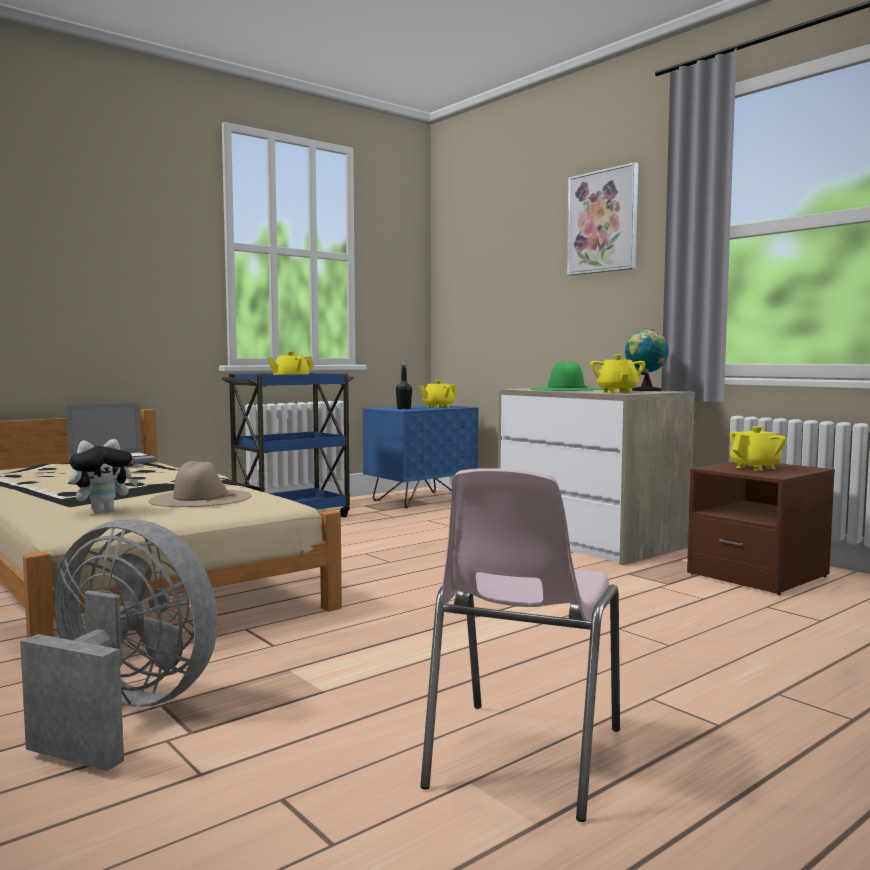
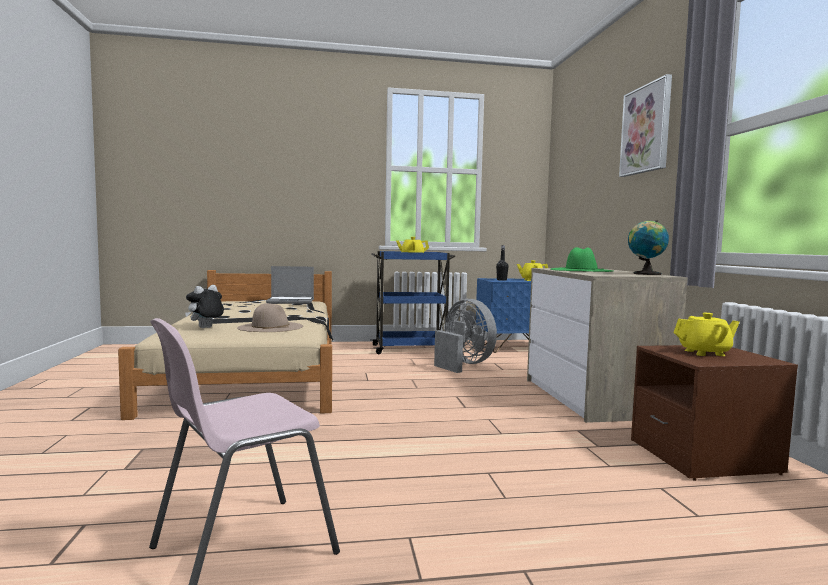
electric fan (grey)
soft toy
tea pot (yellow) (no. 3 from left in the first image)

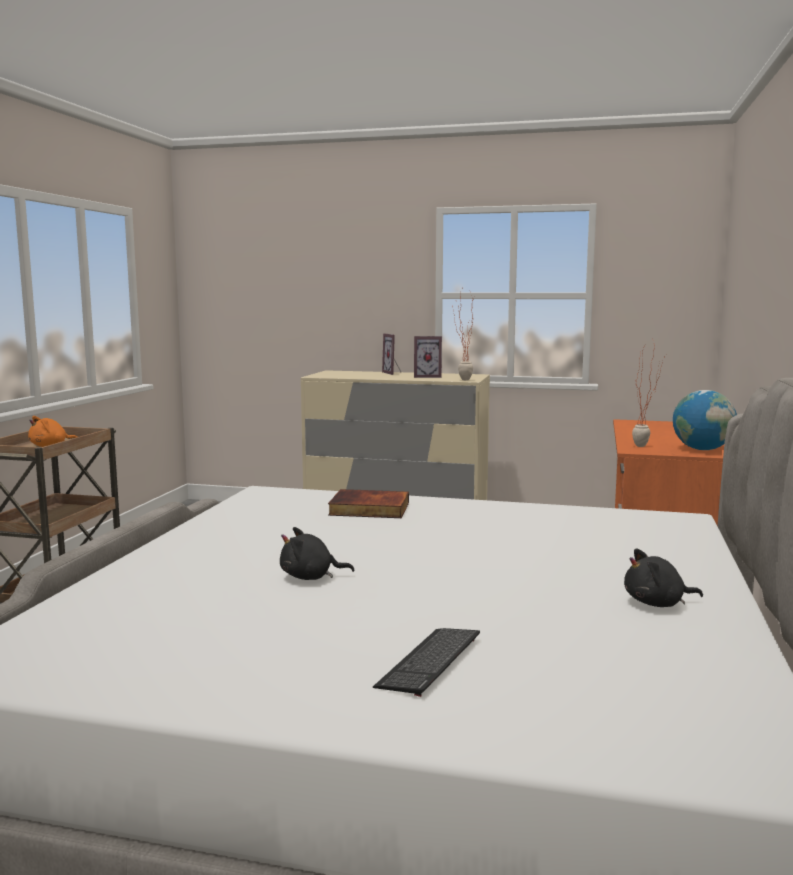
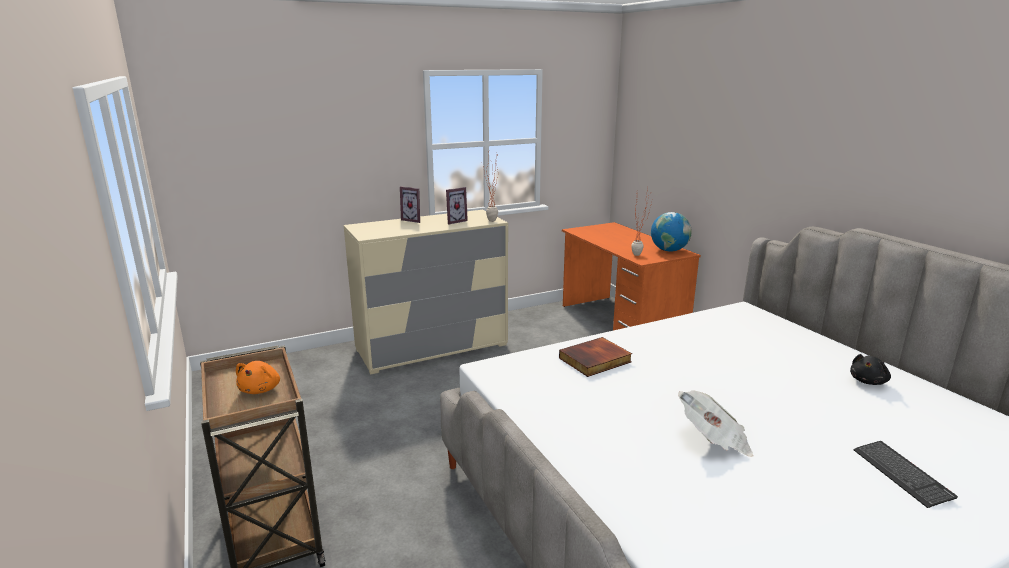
newspaper

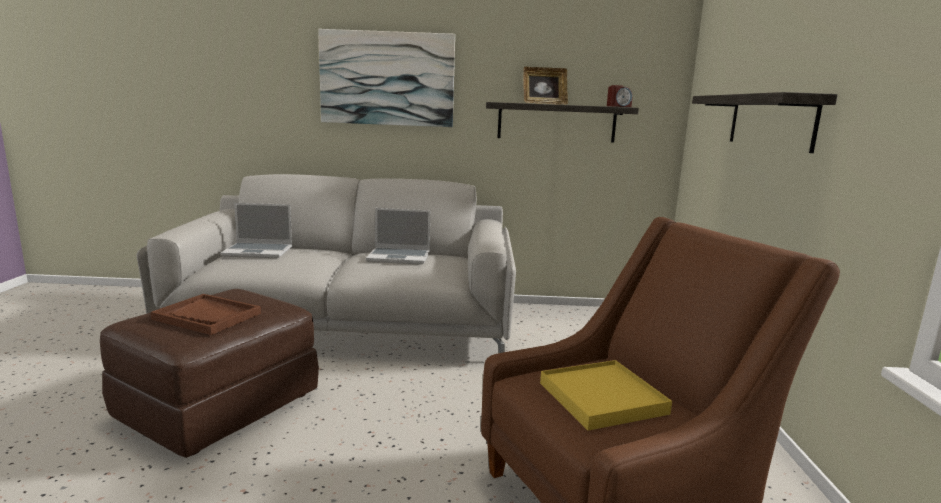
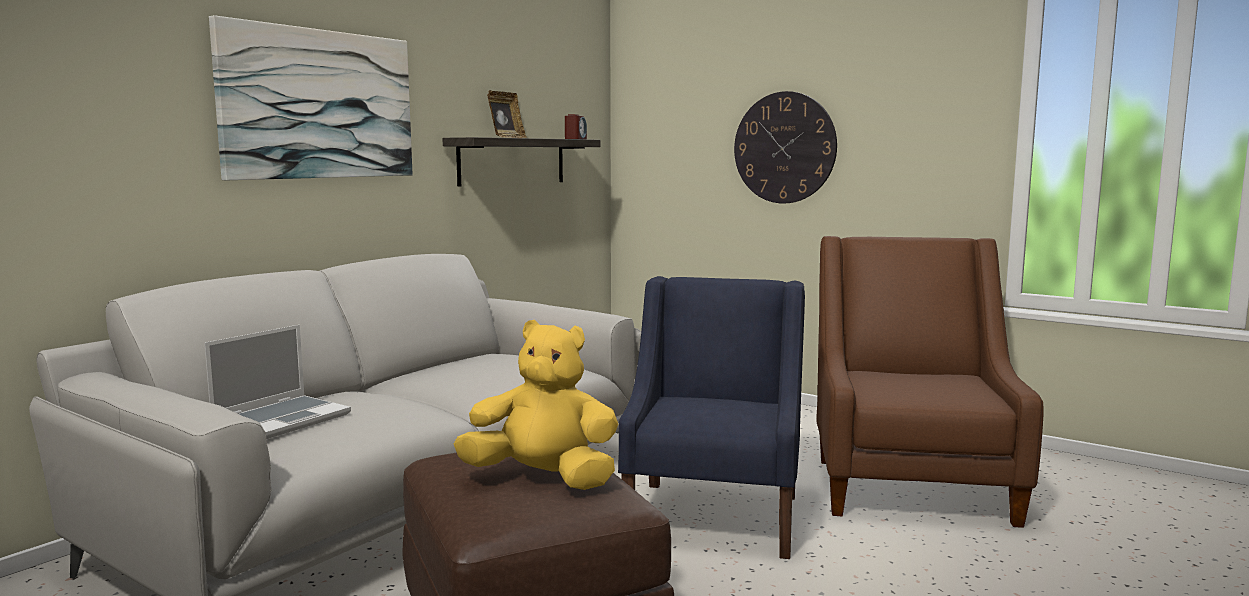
soft toy (yellow)
notebook computer (no. 2 from left in the first image)
serving tray (yellow)
hanging clock
armchair (blue)

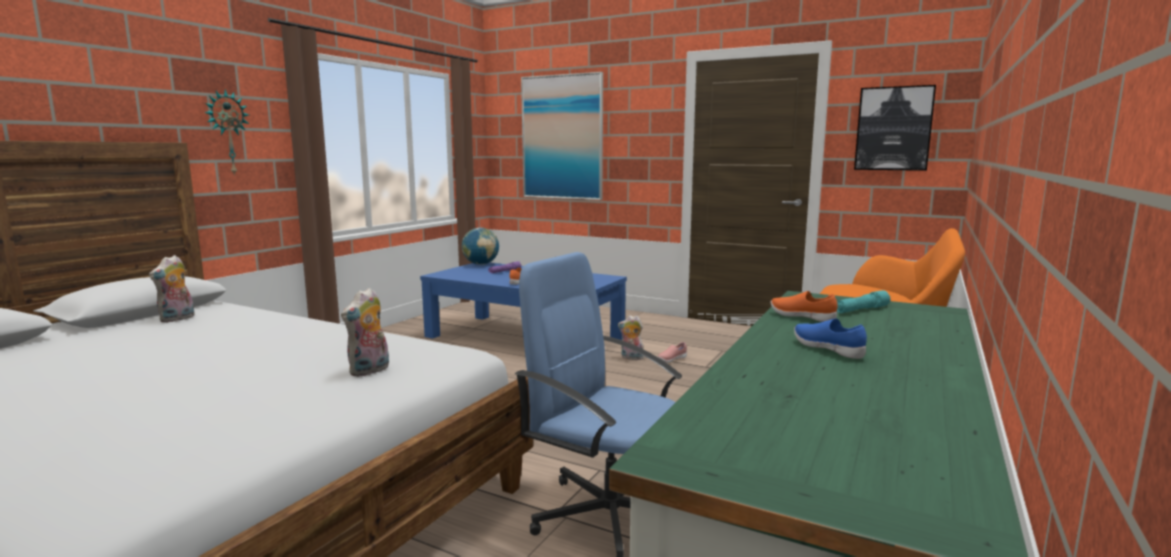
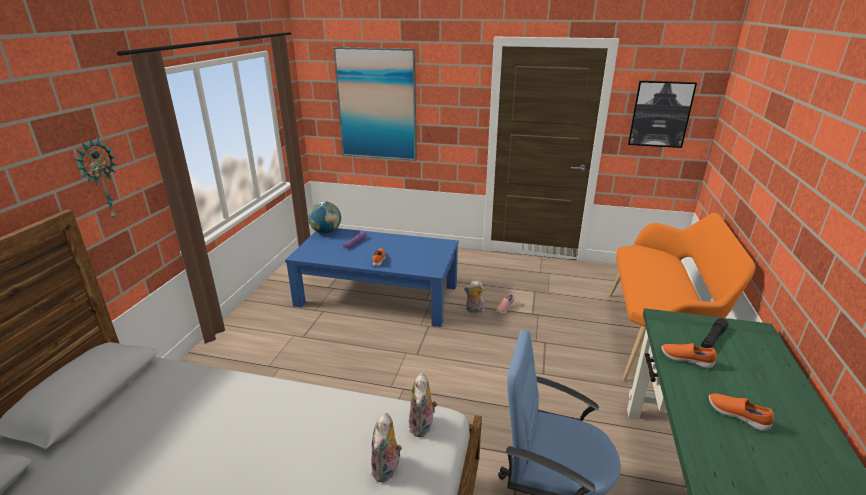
soft toy (no. 2 from left)
low shoe (orange) (no. 3 from left)
torch (black)

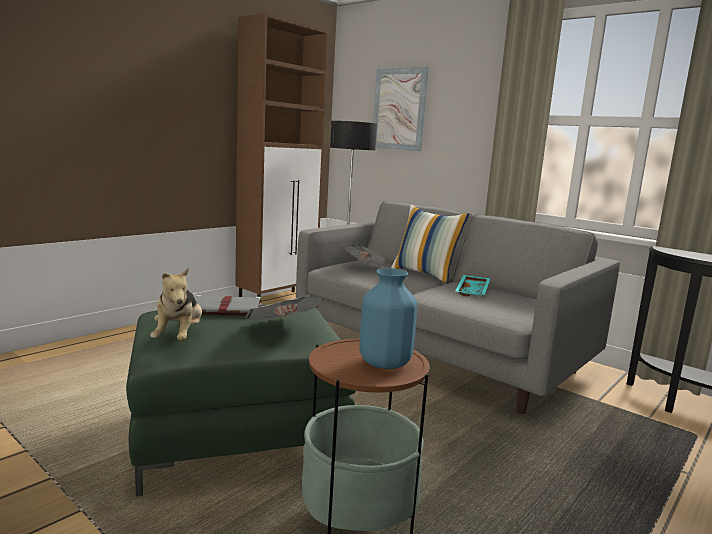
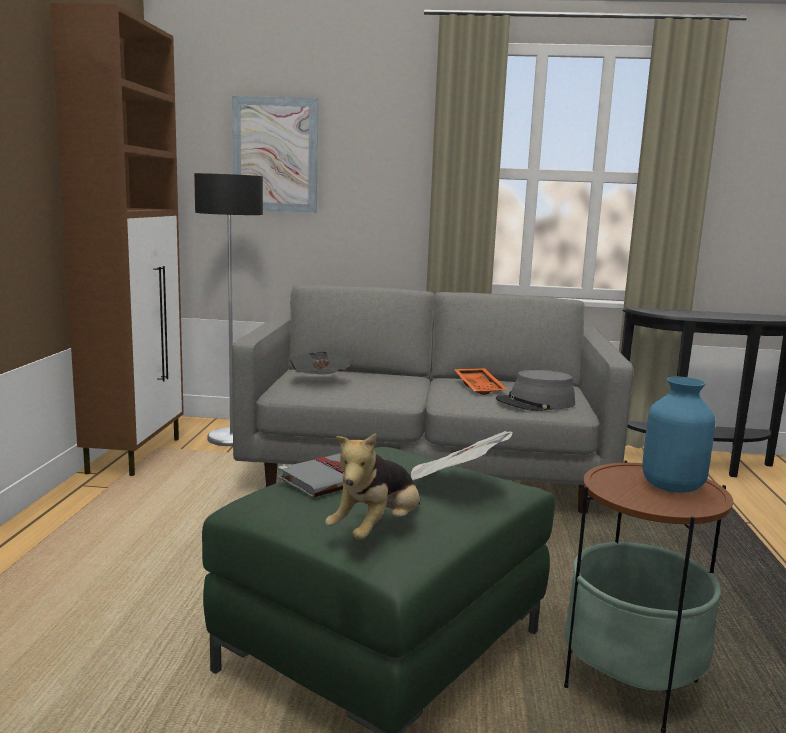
soft toy
throw pillow
serving tray (orange)
wearable hat (grey)

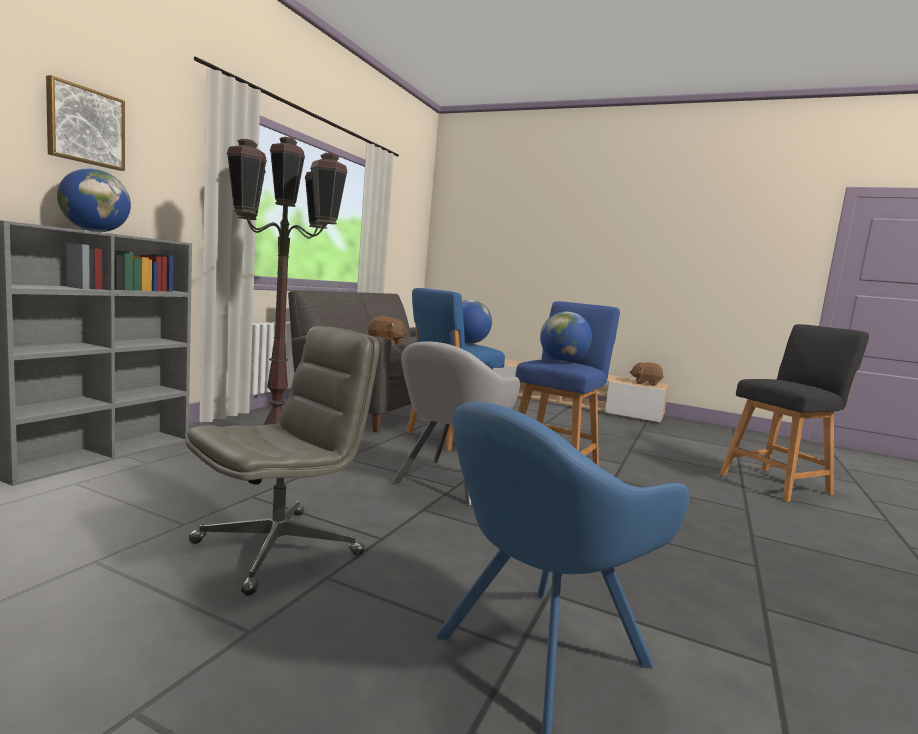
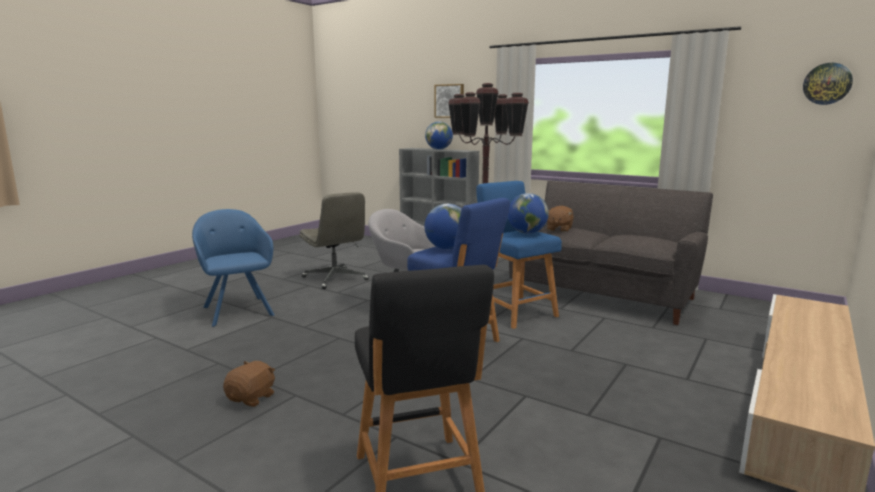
soft toy (brownish) (no. 1 from left)
hanging clock

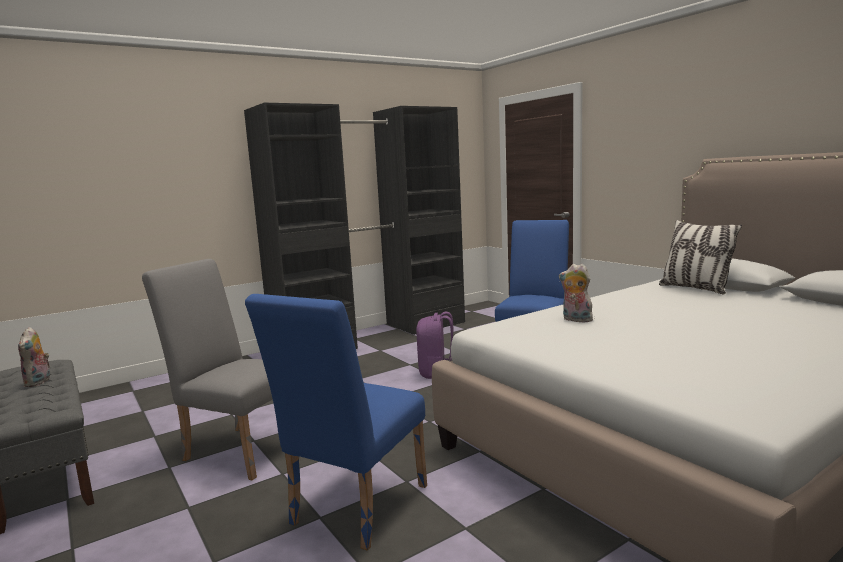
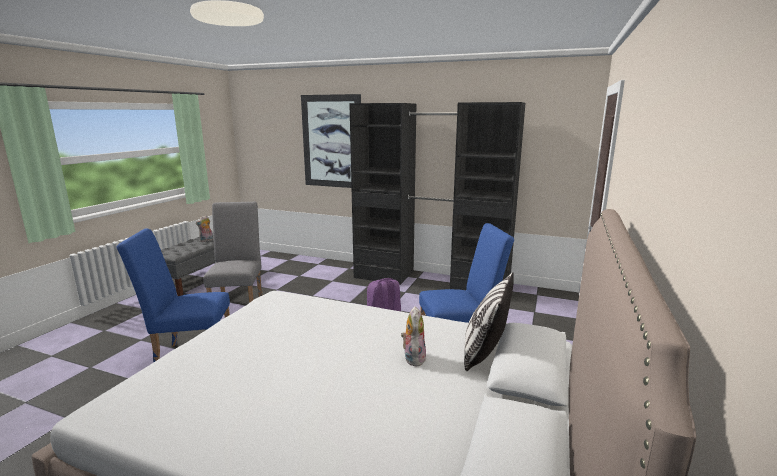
soft toy (no. 2 from left)
wall art

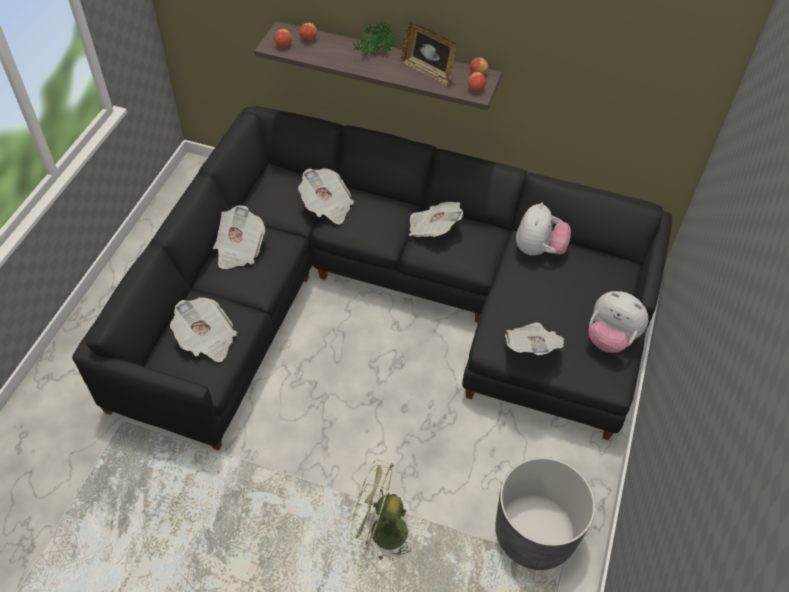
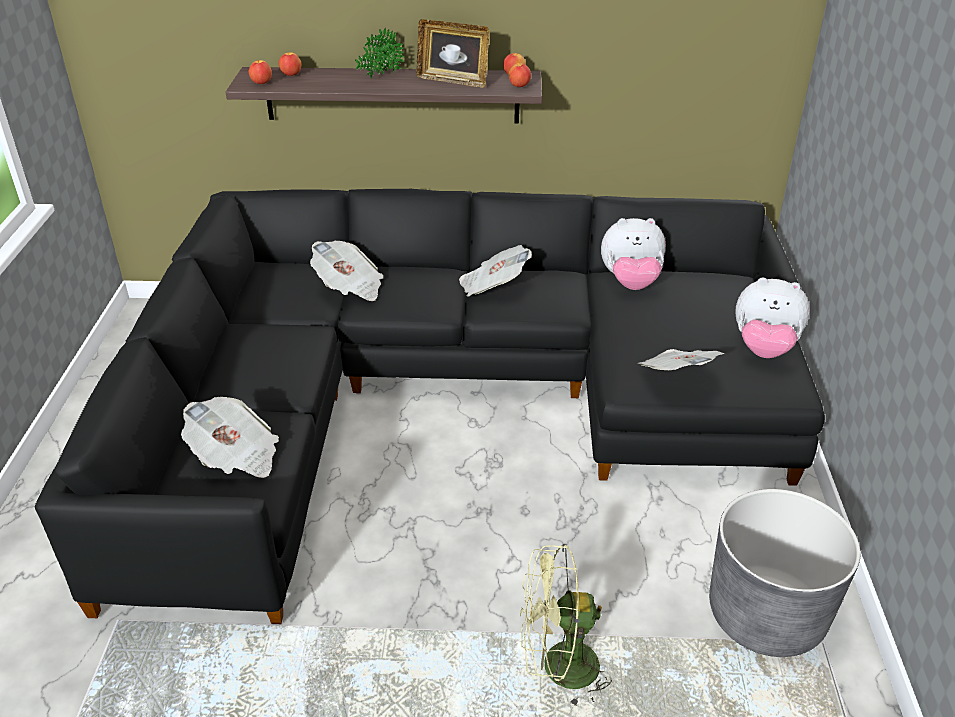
newspaper (no. 2 from left in the first image)
soft toy (no. 1 from left)

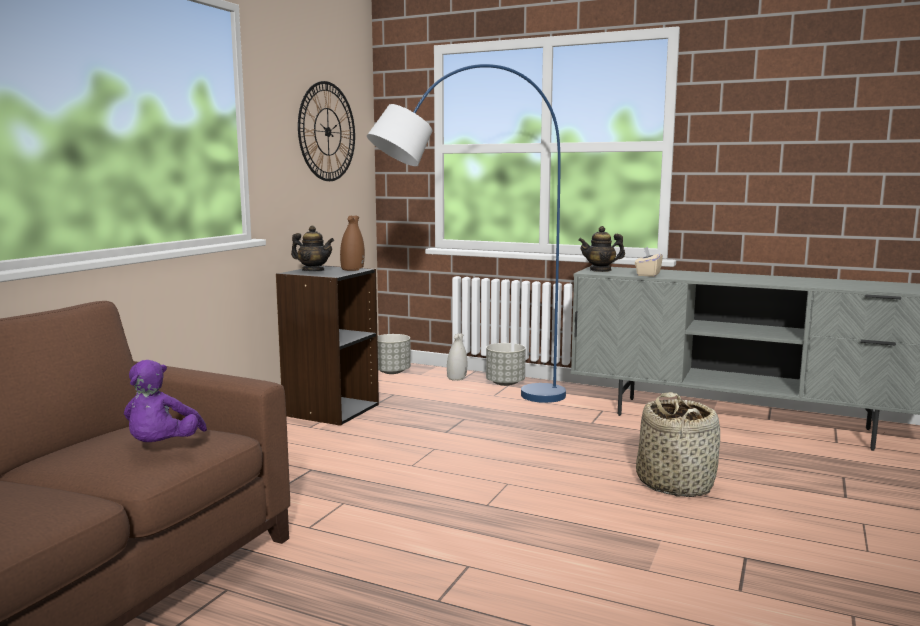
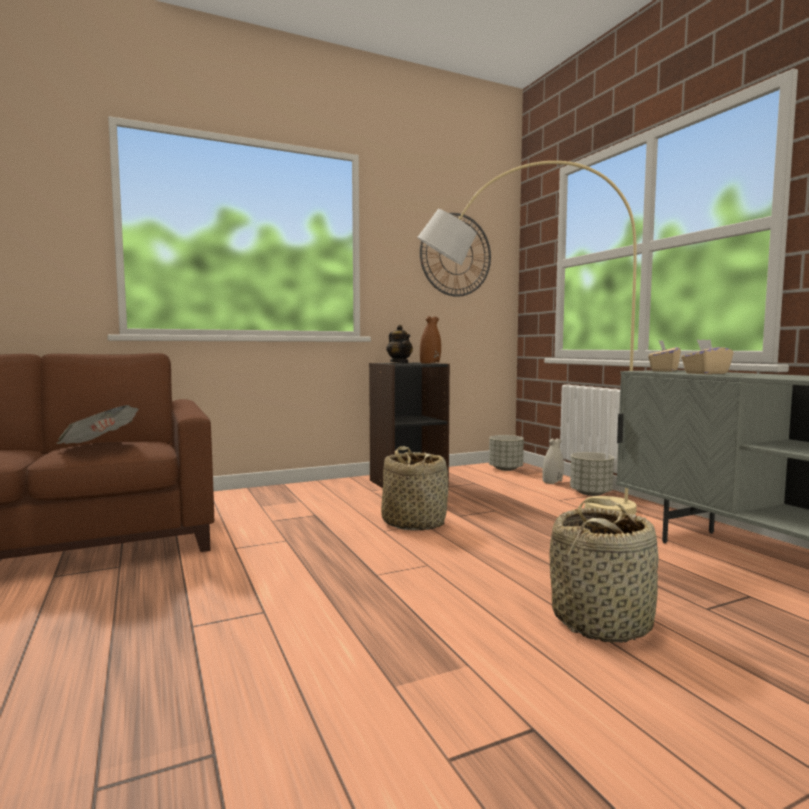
newspaper
floor lamp (beige-coloured)
tissue box (beige-coloured) (no. 1 from left)
storage basket (no. 1 from left)

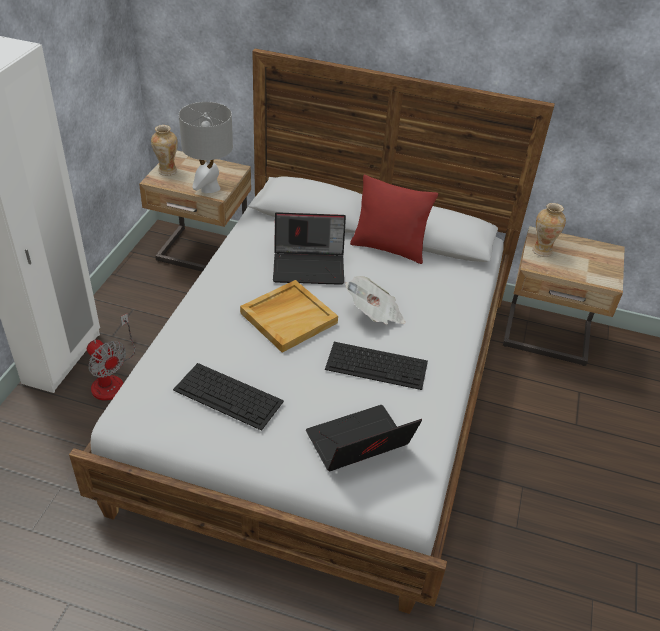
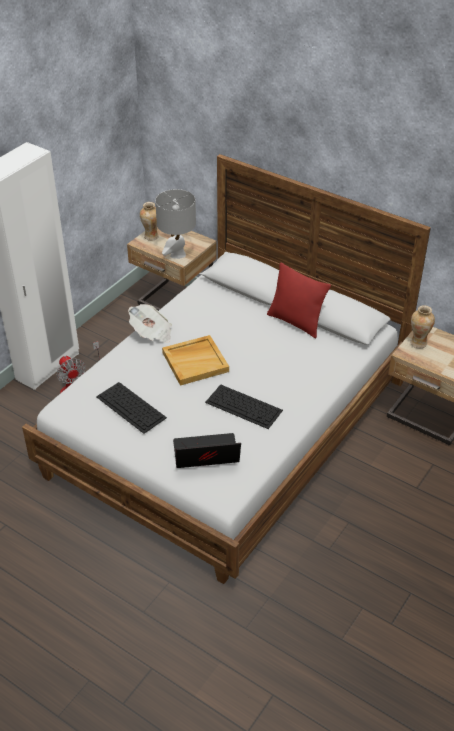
notebook computer (no. 1 from left in the first image)
newspaper

